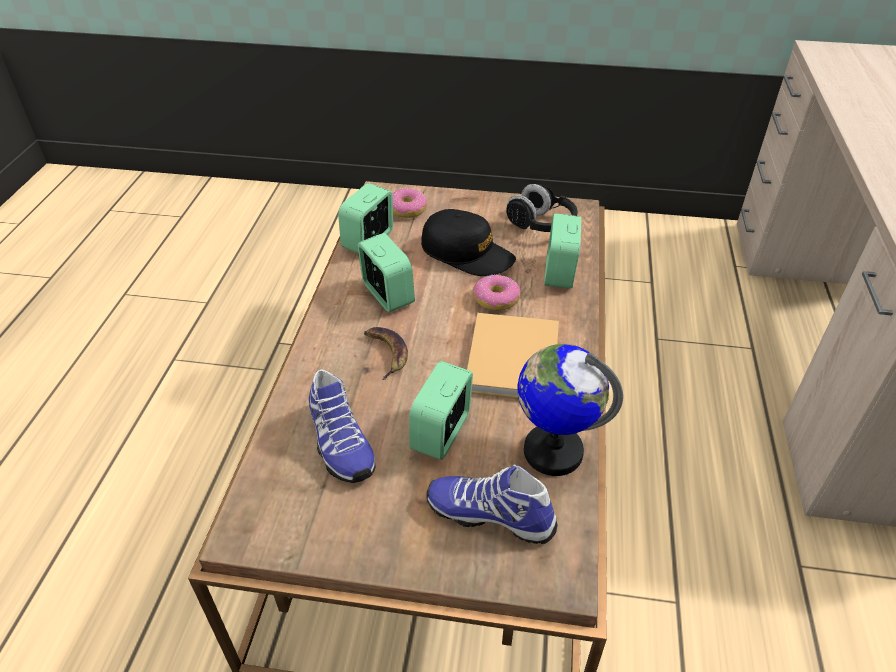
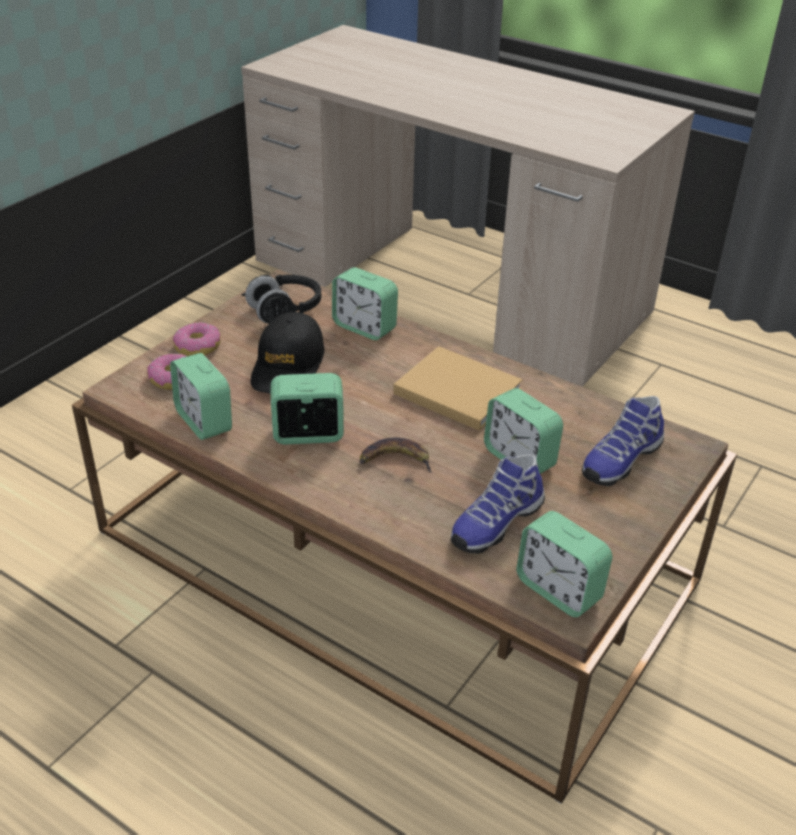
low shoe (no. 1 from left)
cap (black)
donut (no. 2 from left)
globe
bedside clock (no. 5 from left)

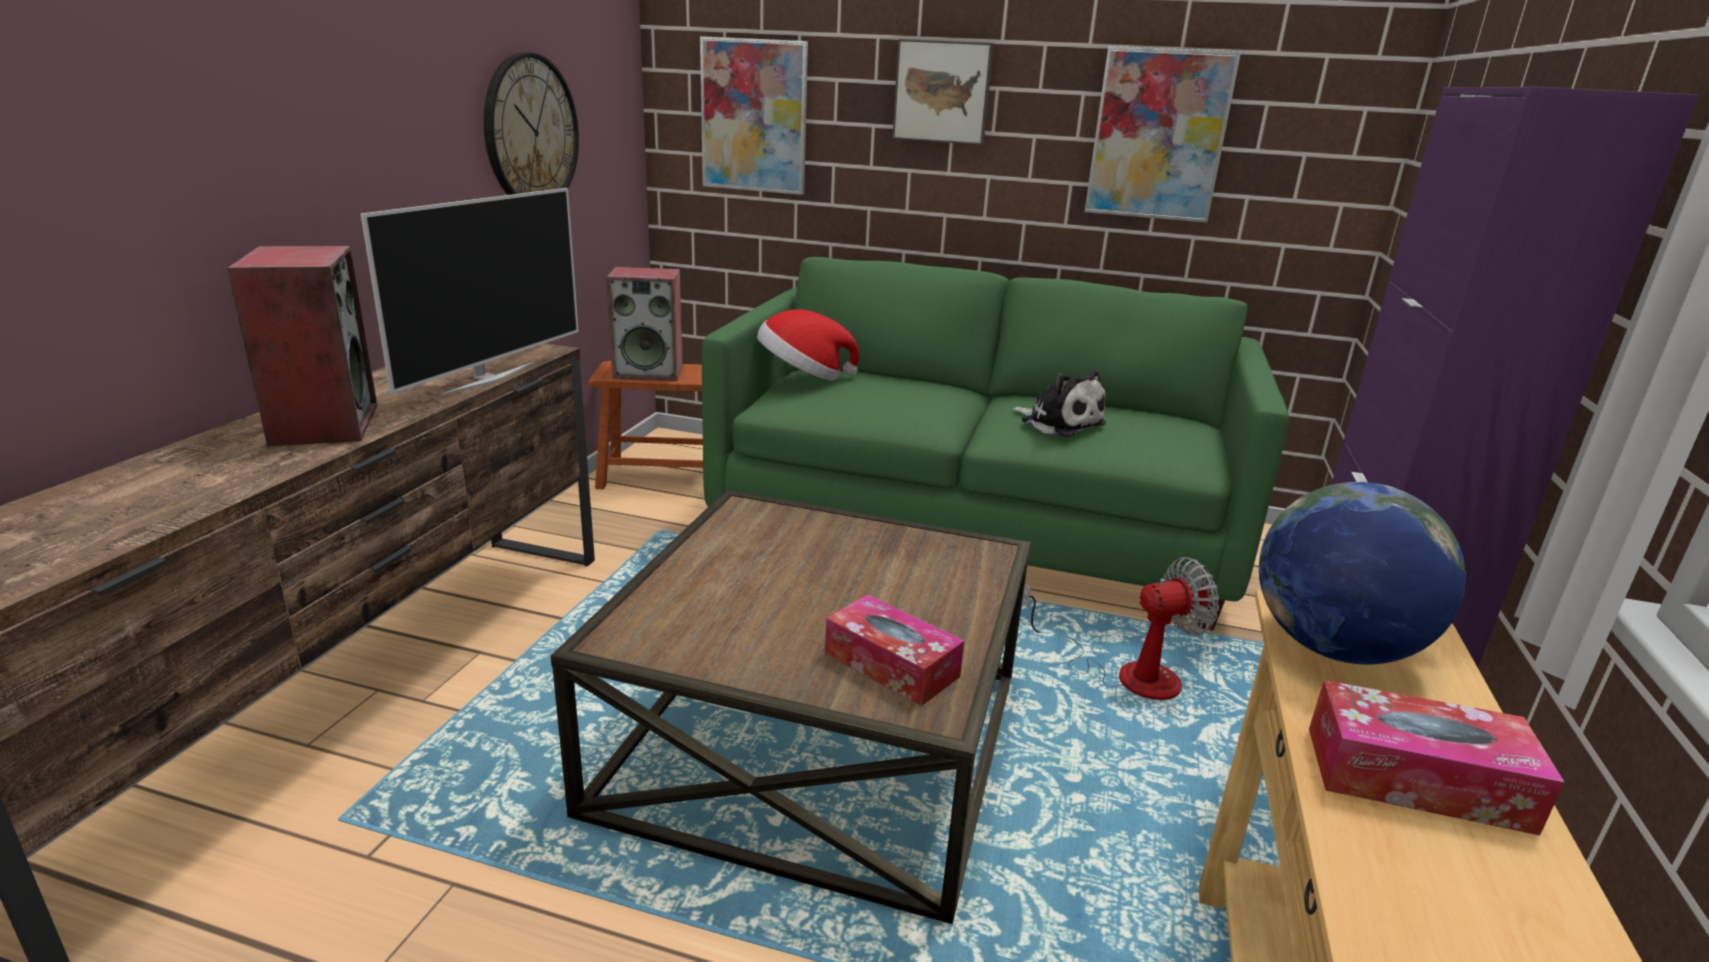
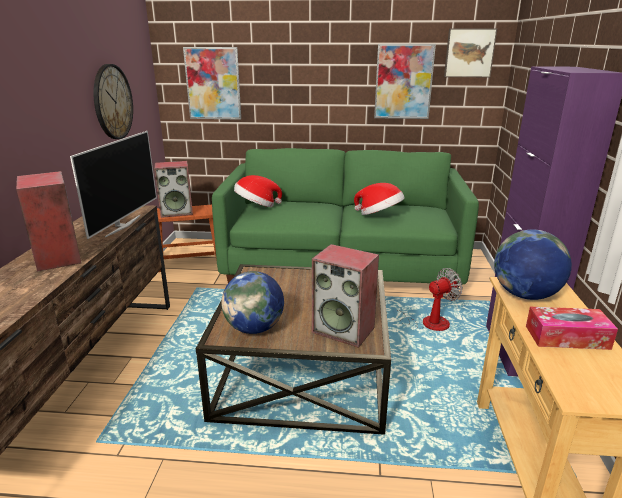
loudspeaker (no. 3 from left)
wall art (no. 3 from left)
wearable hat (no. 2 from left)
globe (no. 1 from left)

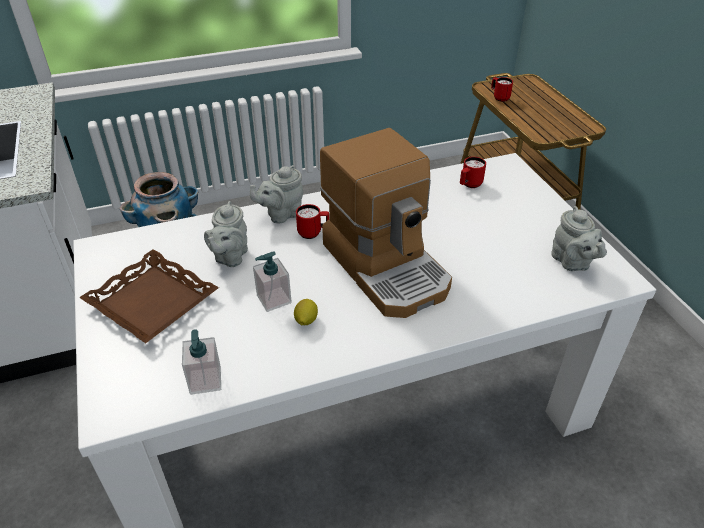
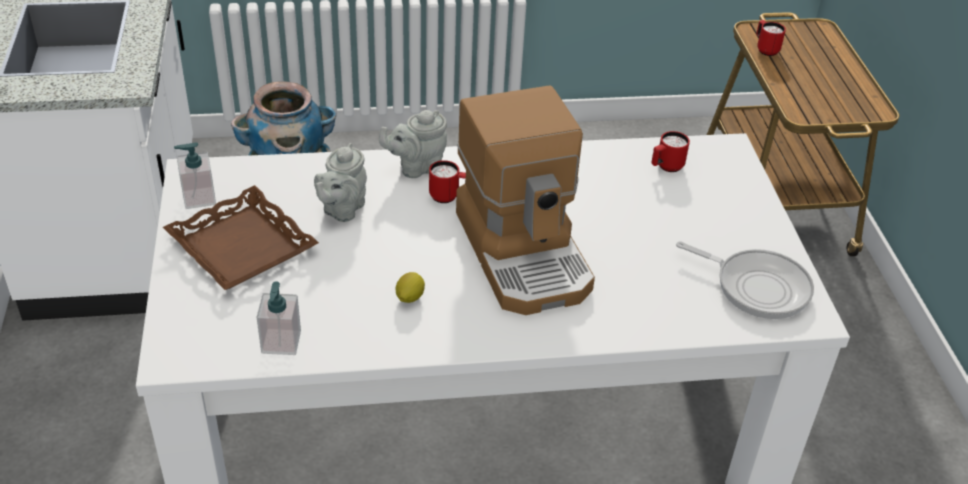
soap dispenser (no. 1 from left)
skillet

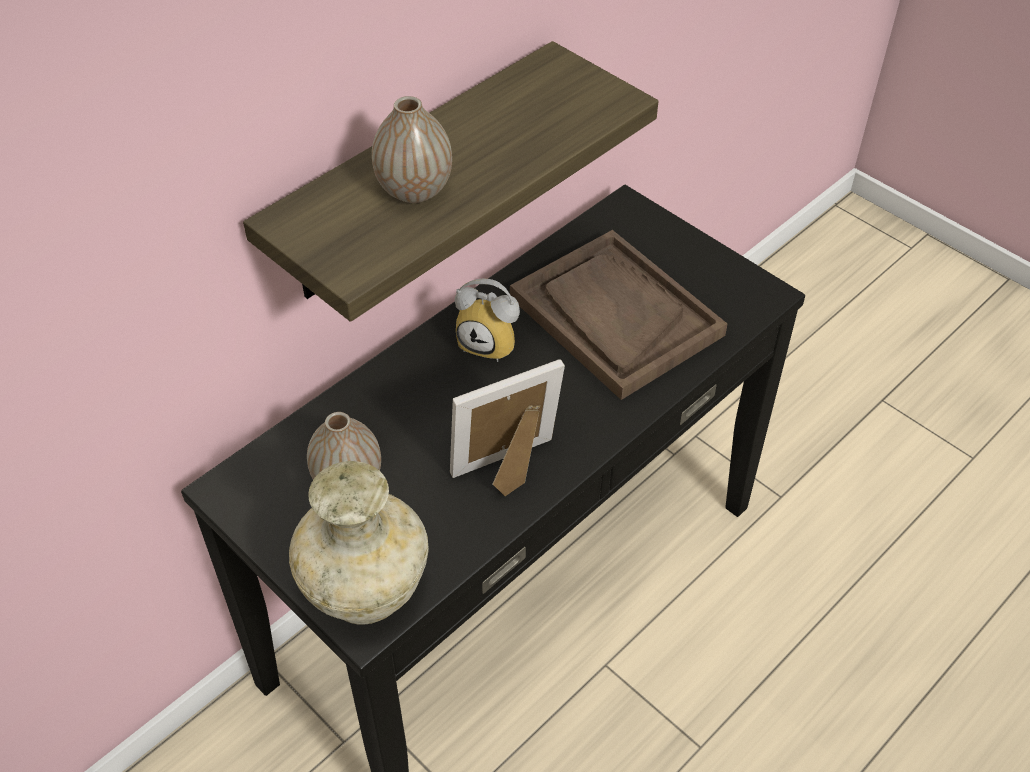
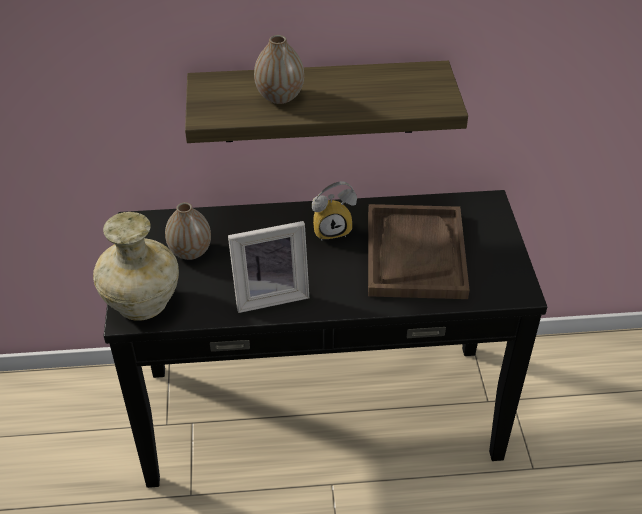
picture frame
bedside clock

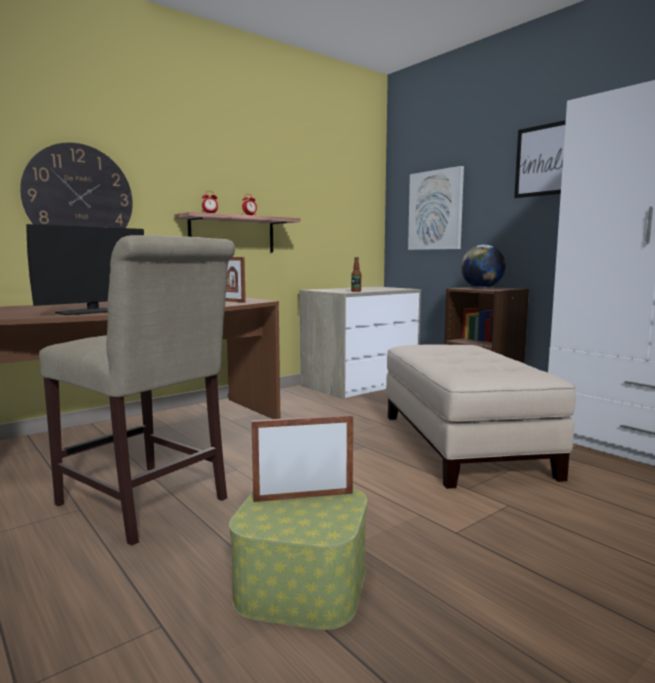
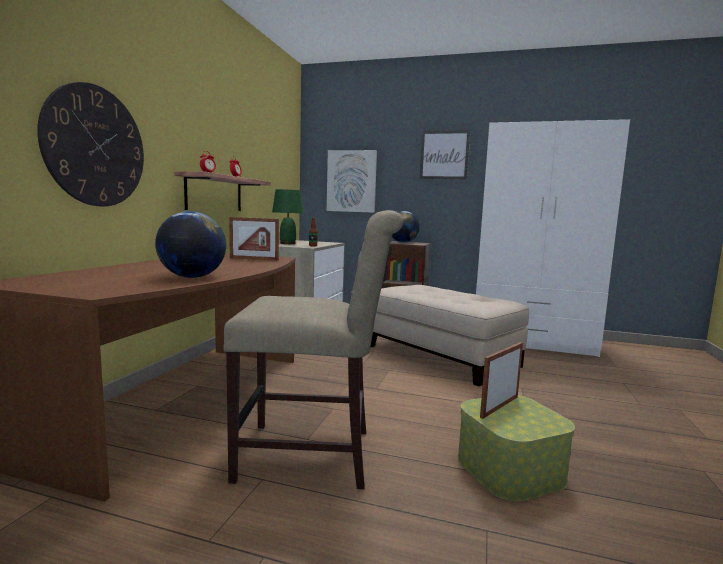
globe (no. 1 from left)
lamp for a table (green-coloured)

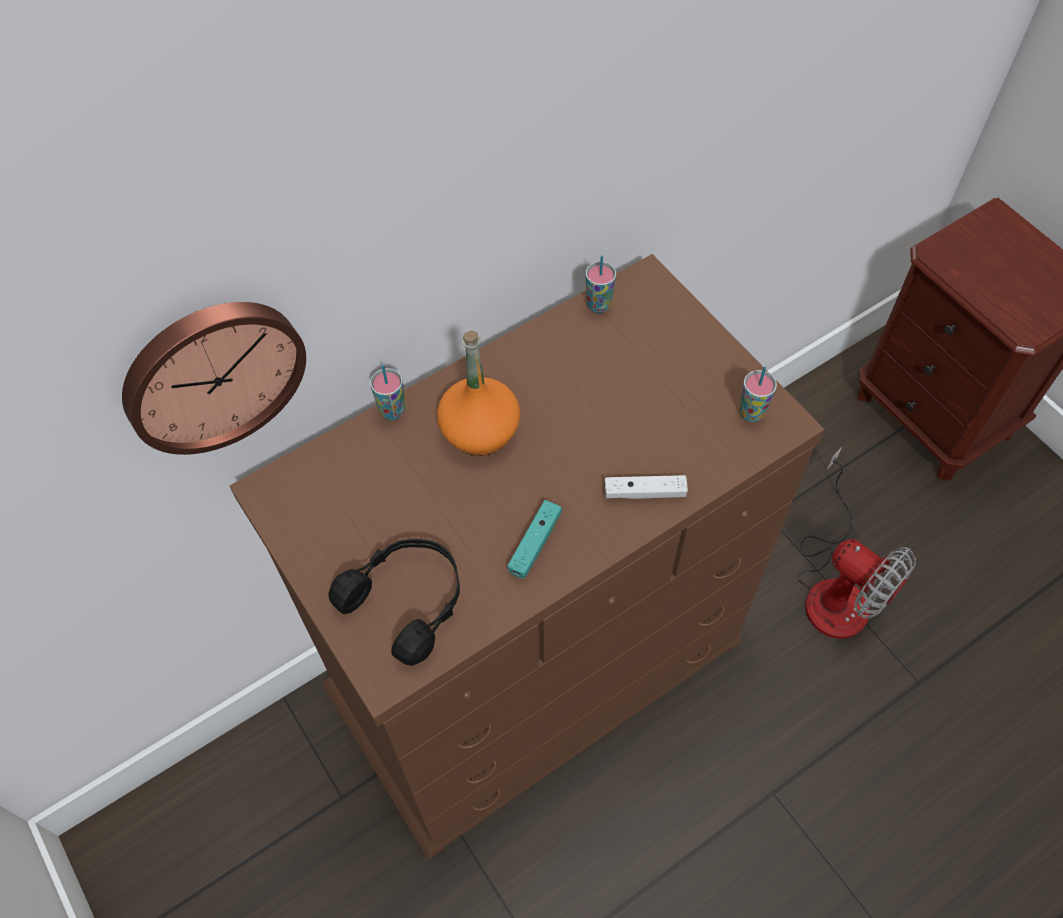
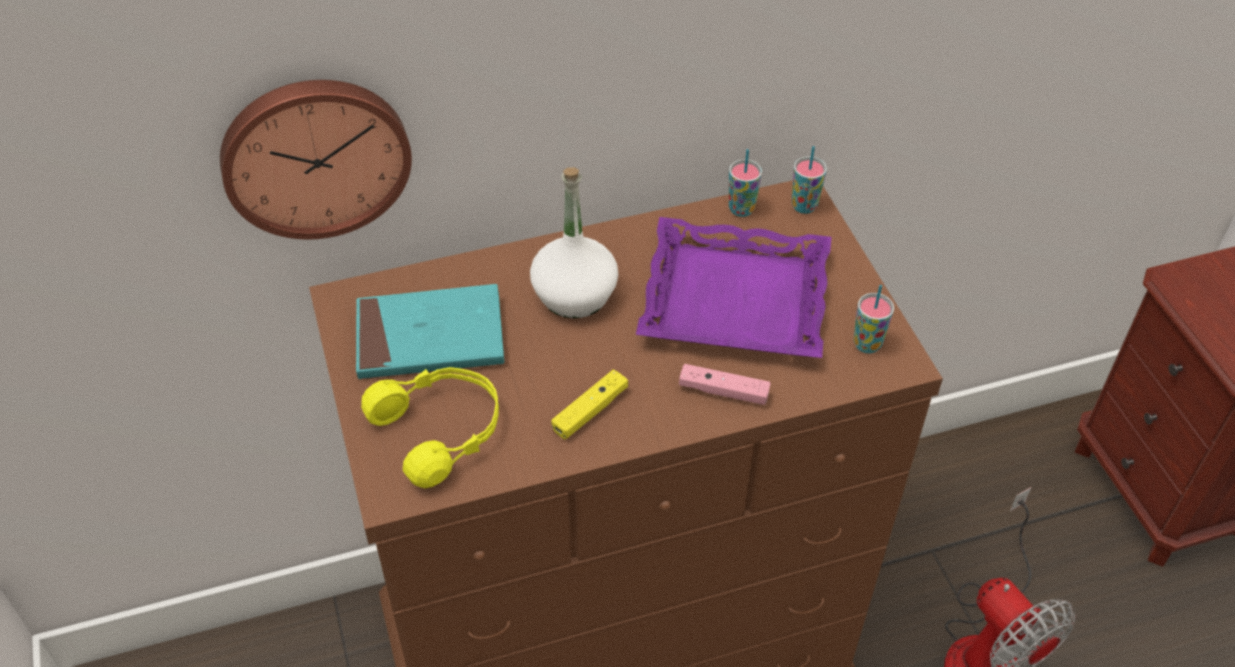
headset (yellow)
small cup (no. 2 from left)
beverage bottle (whitish)
joypad (yellow)
joypad (pink-coloured)
book (turquoise-coloured)
serving tray (purplish)

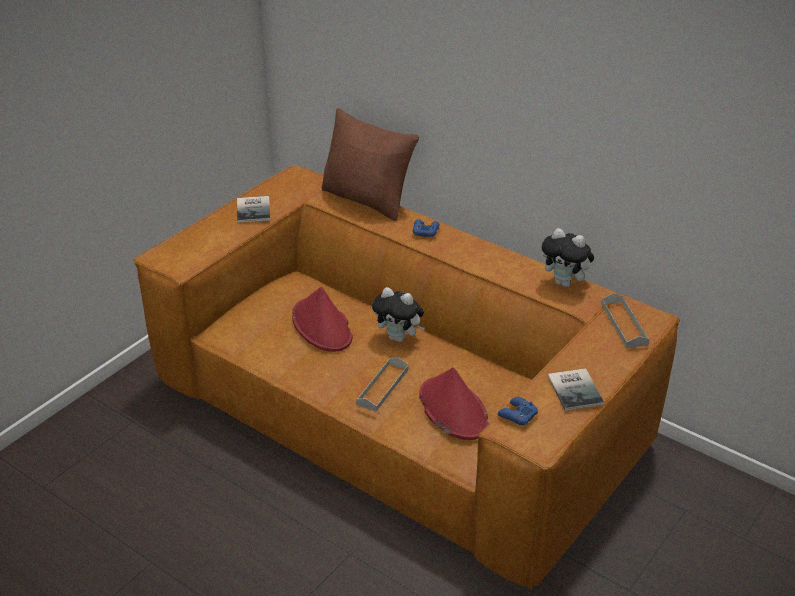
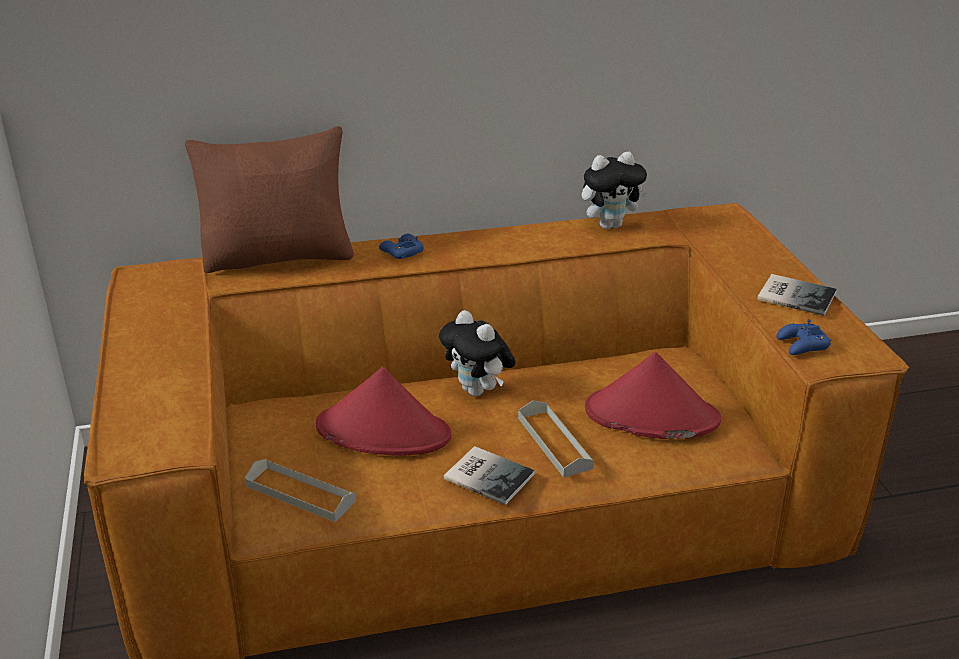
book (no. 1 from left)
soft toy (no. 1 from left)
serving tray (grey) (no. 1 from left)

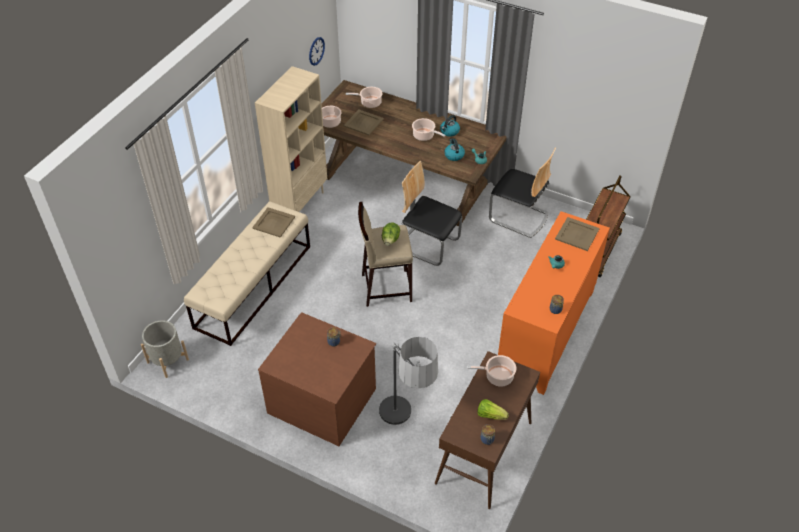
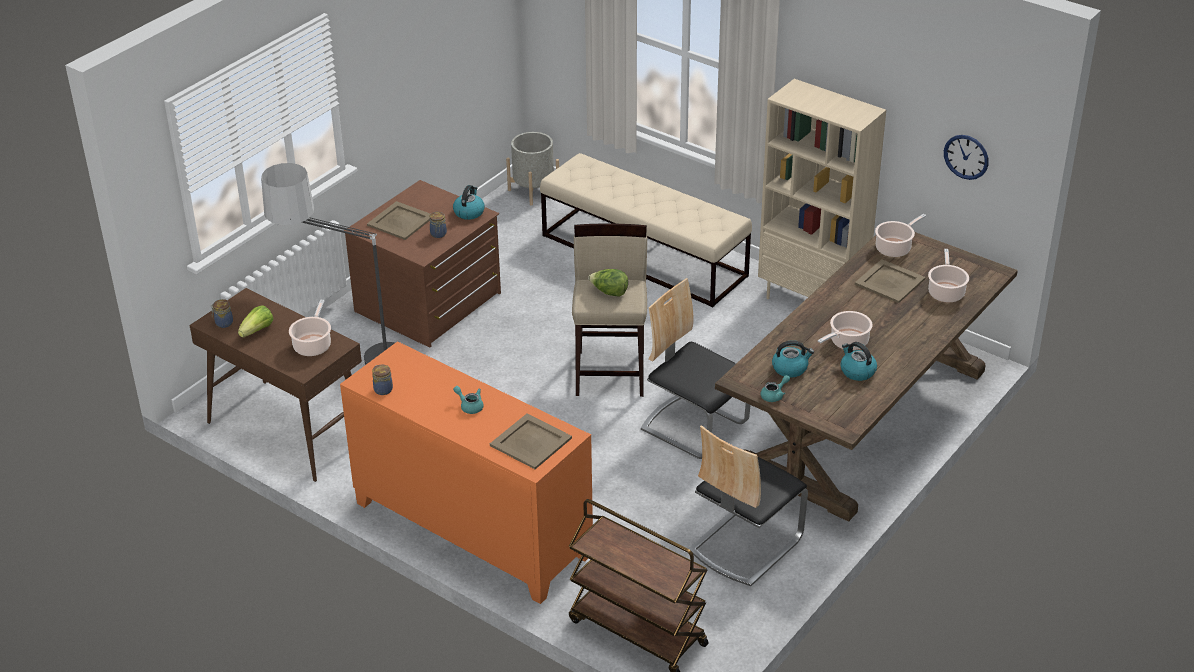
serving tray (beige-coloured) (no. 1 from left)
chair (no. 1 from left)
kettle (no. 1 from left)

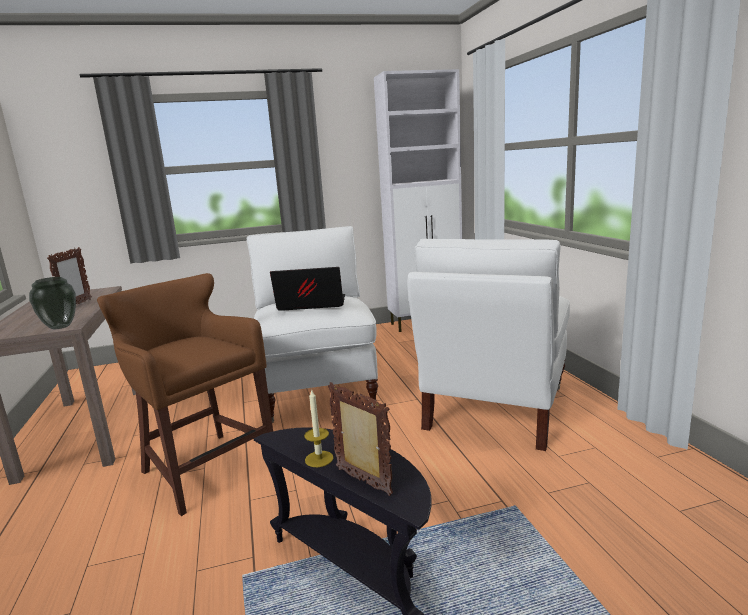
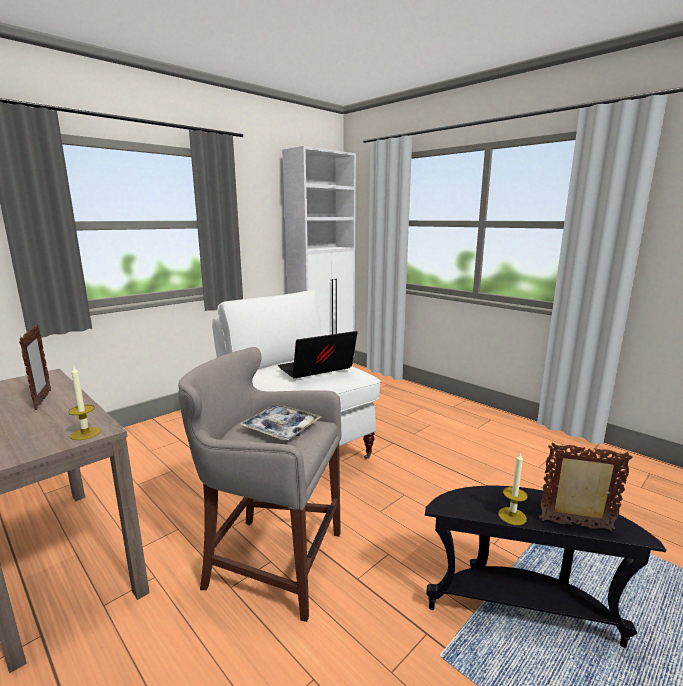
wax candle (no. 1 from left)
sitting stool (grey)
armchair (whitish) (no. 2 from left in the first image)
serving tray

